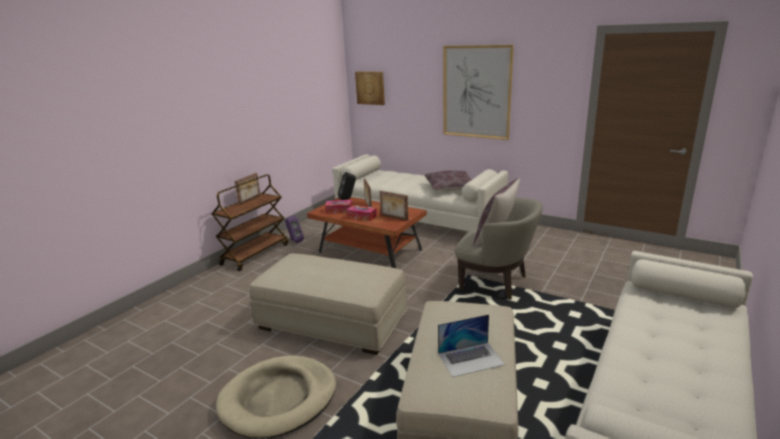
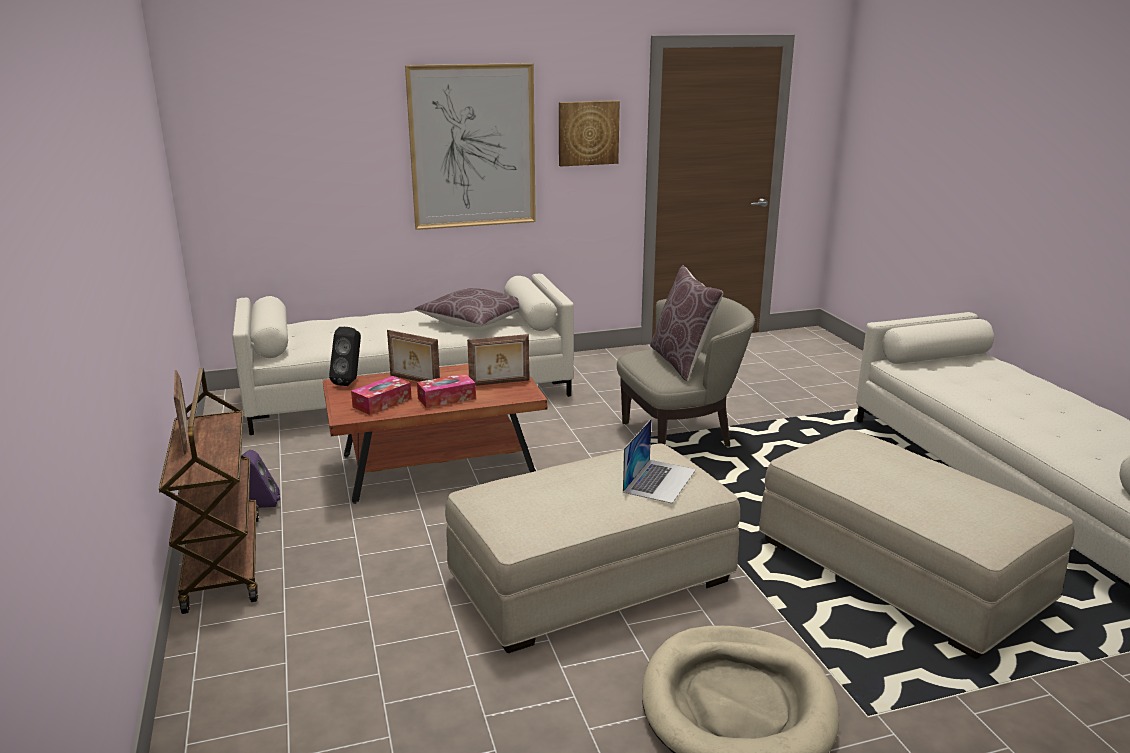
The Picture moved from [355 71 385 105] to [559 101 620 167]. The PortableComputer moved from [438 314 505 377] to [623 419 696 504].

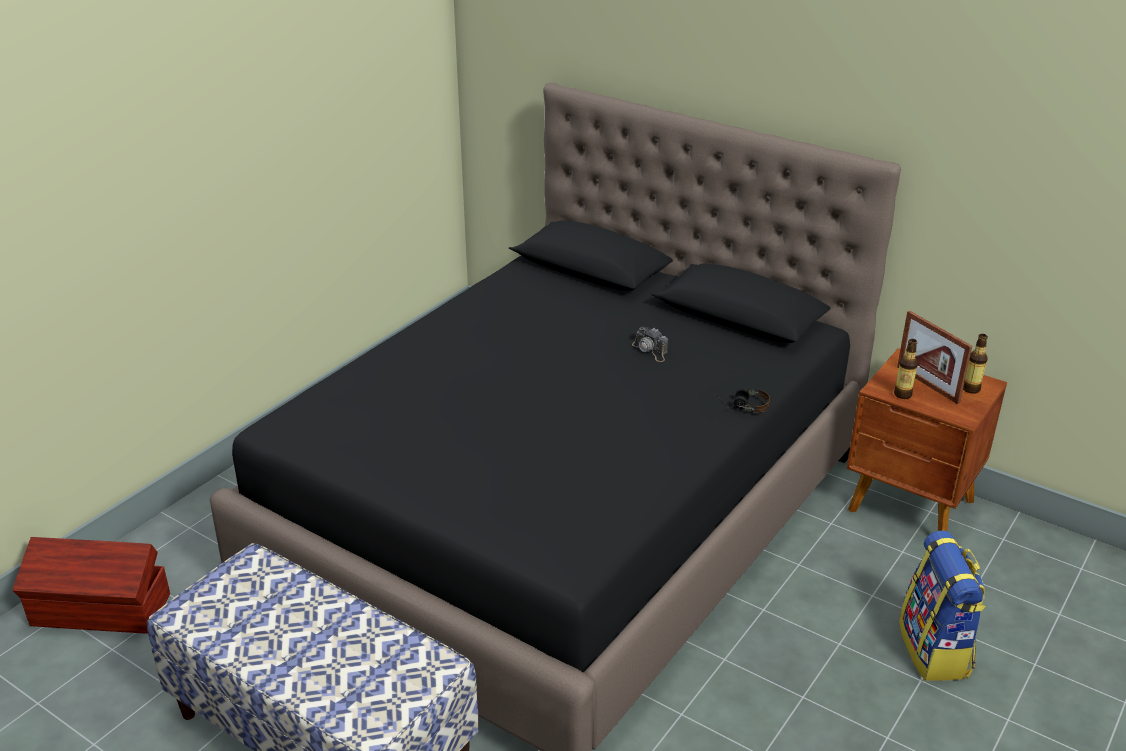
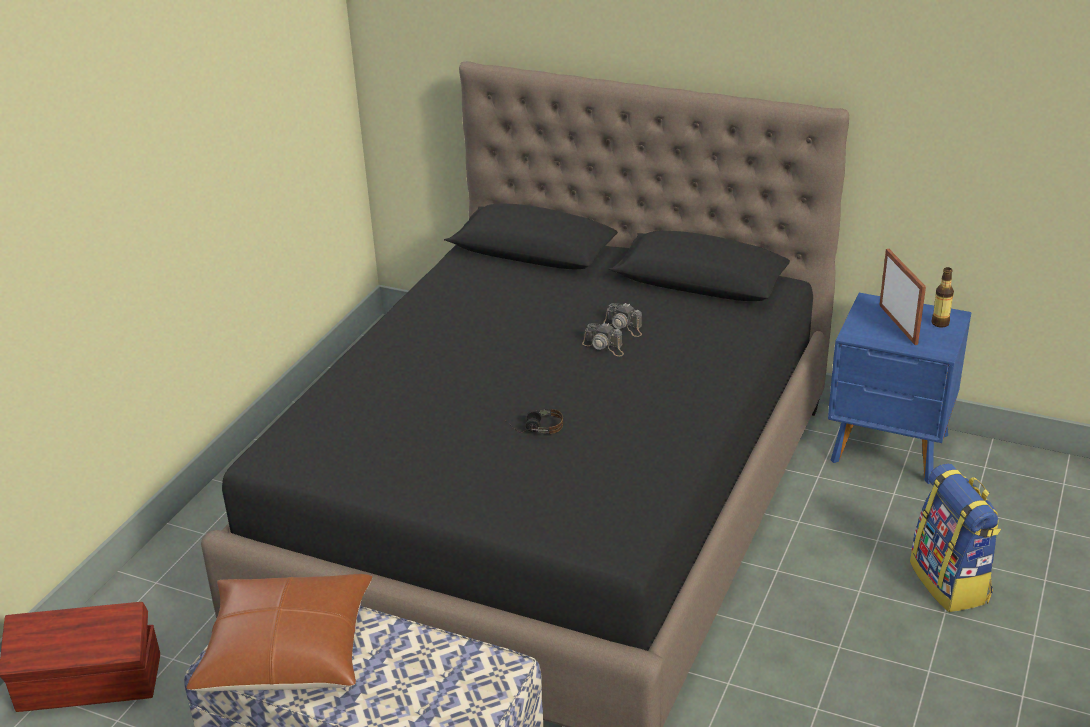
The BrownPillow at [186 574 372 692] appeared. The PairOfHeadphones moved from [715 389 770 413] to [506 409 563 434]. The PhotoCamera at [582 322 624 356] appeared. The BrownBedsideTable at [847 348 1007 531] became the BlueColouredBedsideTable at [828 293 971 484]. The PictureFrame at [897 311 972 404] turned 150 degrees counterclockwise. The Bottle at [894 339 918 399] disappeared.

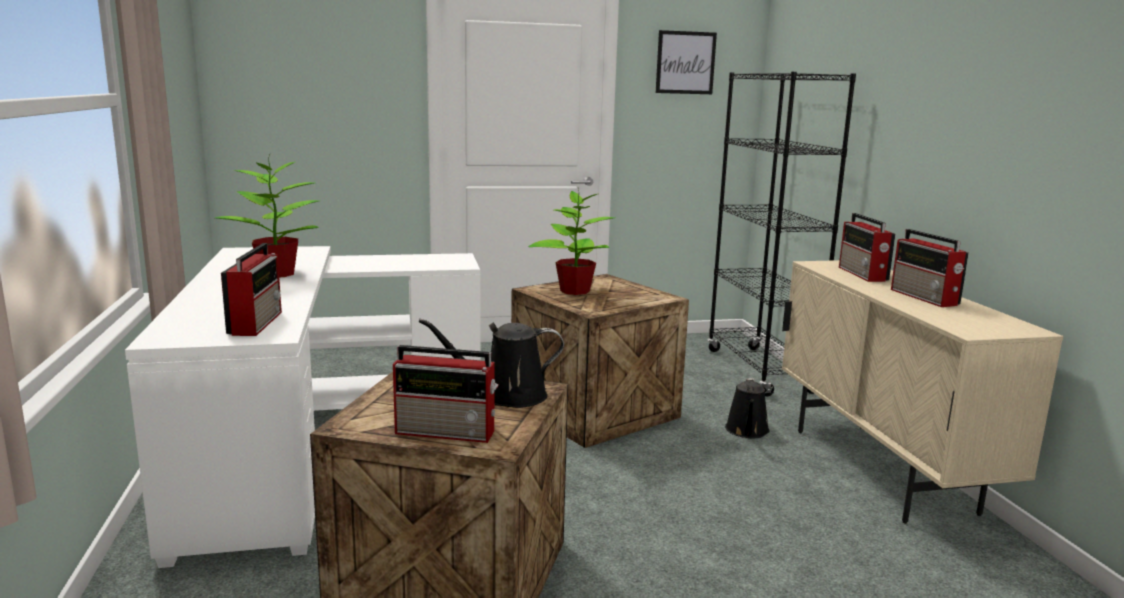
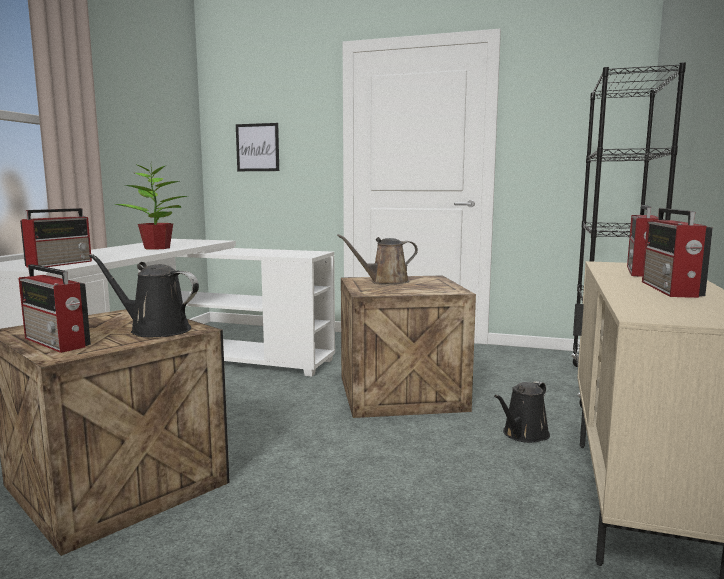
The Picture moved from [656 30 717 94] to [236 123 279 171]. The PottedPlant at [528 188 615 295] was replaced by the BrownSprinklingCan at [337 234 418 284].

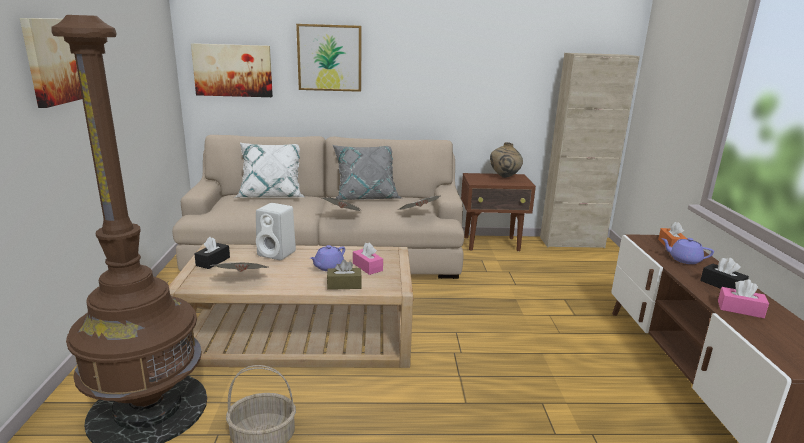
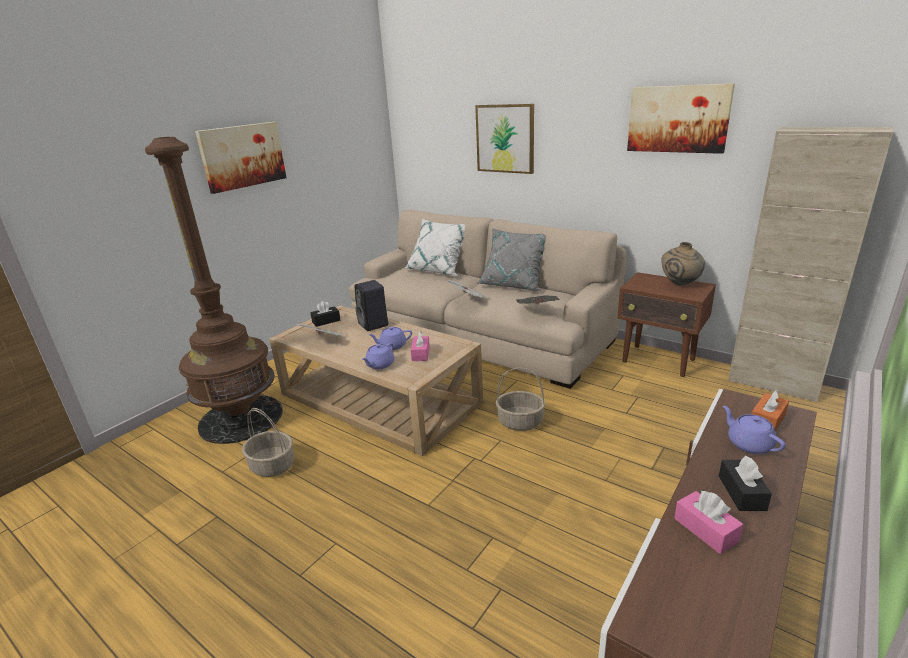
The WhiteLoudspeaker at [256 203 296 260] became the BlackishLoudspeaker at [354 280 388 331]. The BrownTissueBox at [327 260 362 290] was replaced by the PurplishPotForTea at [362 343 394 369]. The HouseholdBasket at [496 368 545 431] appeared. The Picture moved from [191 43 273 97] to [627 83 735 154].

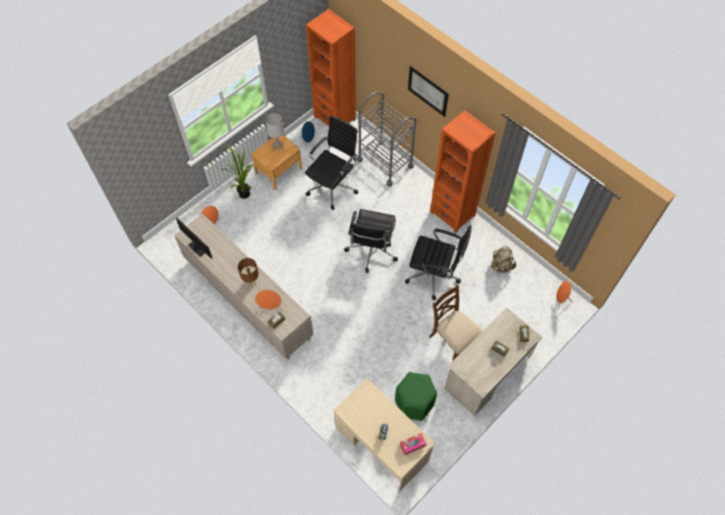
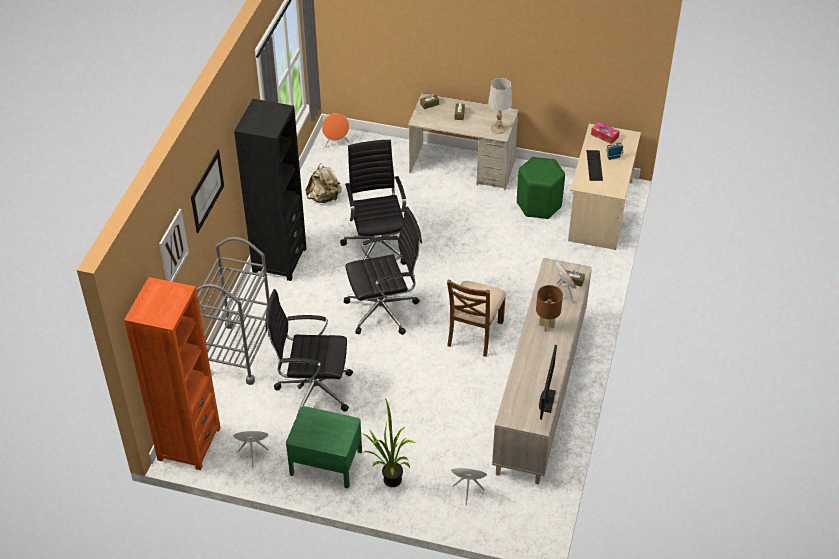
The Picture at [159 209 189 282] appeared. The OrangeColouredBookcase at [430 110 496 233] became the BlackishBookcase at [234 99 306 281]. The BrownBedsideTable at [252 135 302 190] became the GreenColouredBedsideTable at [286 406 362 488]. The BrownChair moved from [429 285 482 361] to [447 280 506 357]. The WhiteTabletopLamp moved from [266 113 284 151] to [488 78 512 134]. The ComputerKeyboard at [587 150 603 181] appeared.

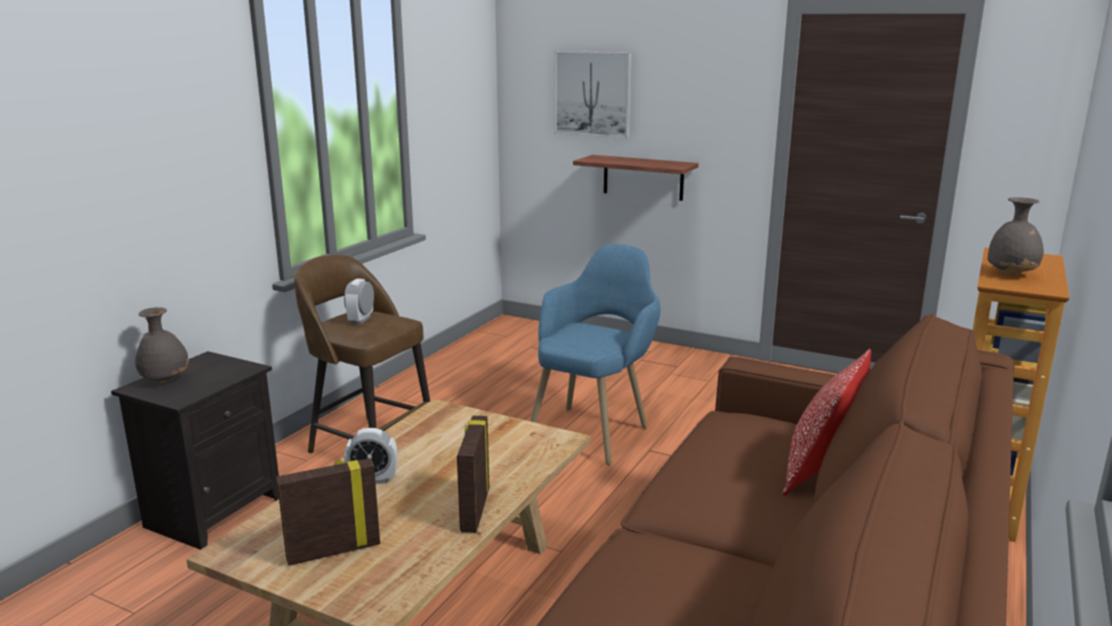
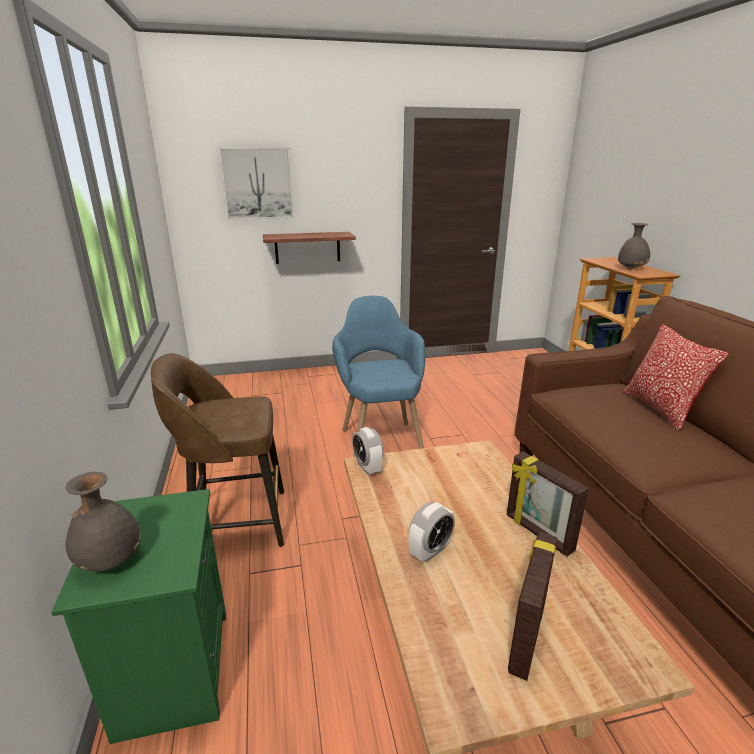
The BlackishBedsideTable at [111 351 279 550] became the GreenColouredBedsideTable at [51 489 226 744]. The AlarmClock moved from [344 279 374 324] to [352 427 384 475].

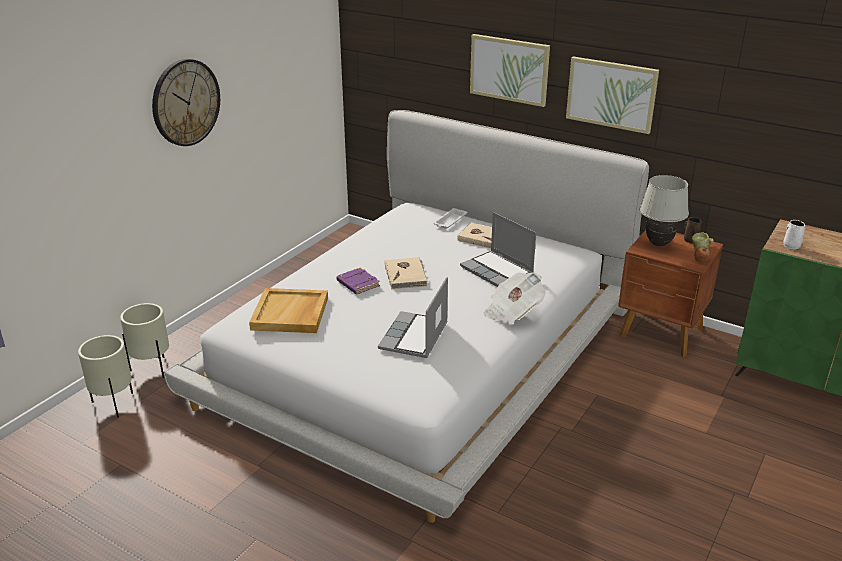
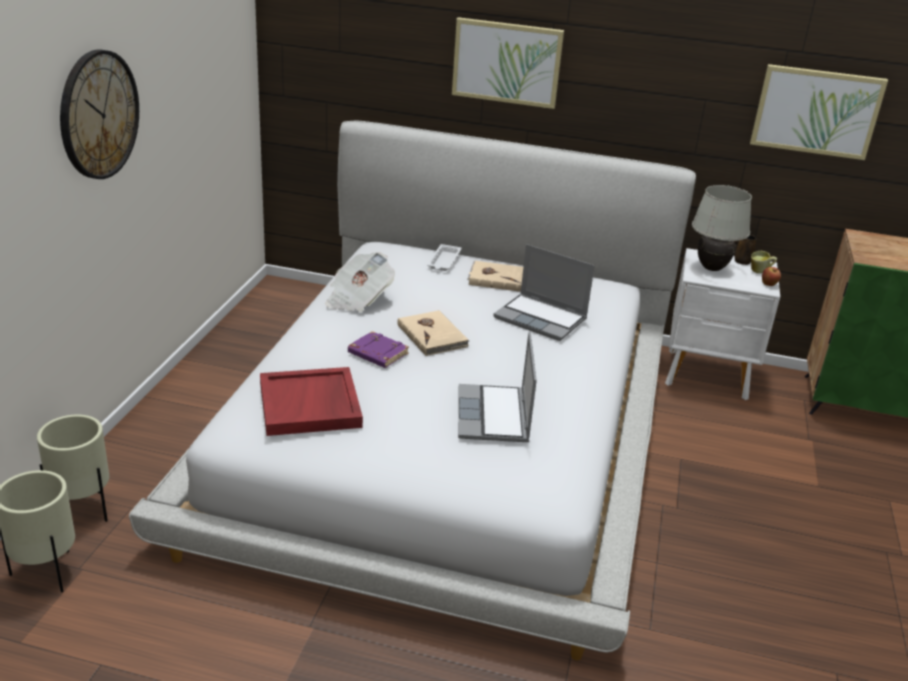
The BeigeColouredTray at [249 288 328 333] became the RedTray at [260 367 363 436]. The DailyPaper moved from [484 272 546 324] to [325 252 395 312]. The BrownBedsideTable at [618 230 723 357] became the WhiteBedsideTable at [665 248 780 400]. The Picture moved from [566 56 659 134] to [750 64 888 160]. The WhiteTeaMug at [783 220 805 249] disappeared.

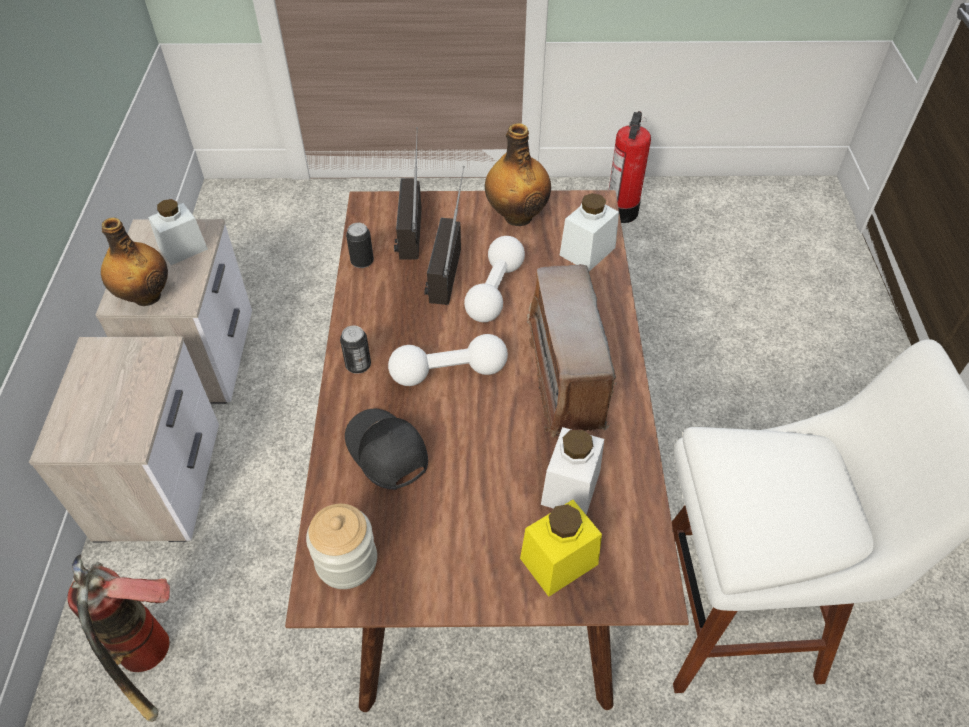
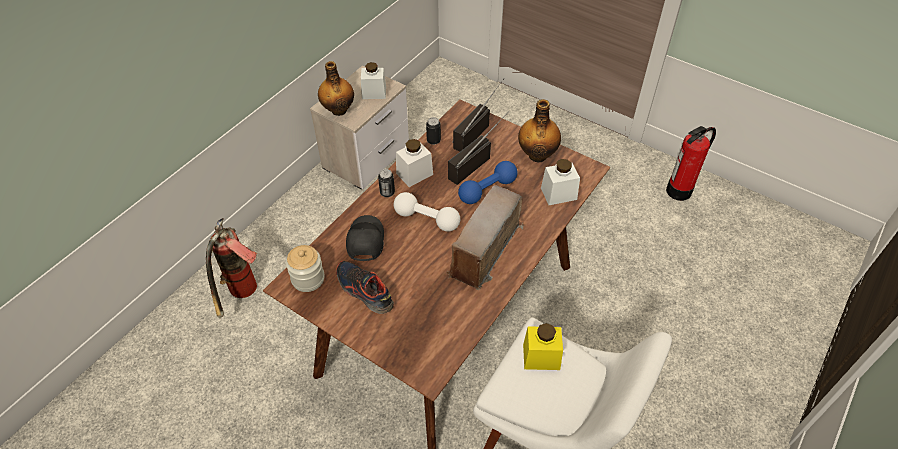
The Shoe at [336 261 394 314] appeared. The WhiteJar moved from [541 427 604 515] to [396 139 433 187]. The WhiteDumbbell at [464 236 525 322] became the BlueColouredDumbbell at [458 161 517 204]. The YellowColouredJar moved from [520 500 602 597] to [523 323 563 370]. The BedsideTable at [29 336 219 542] disappeared.

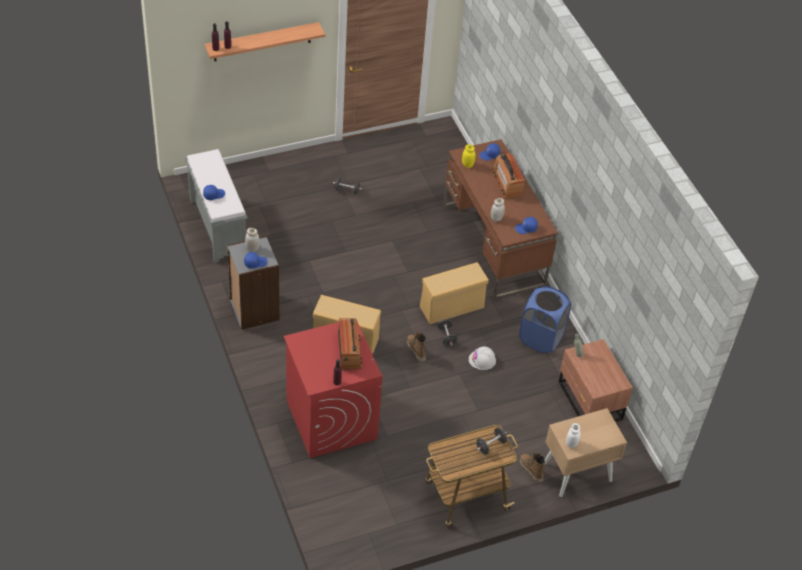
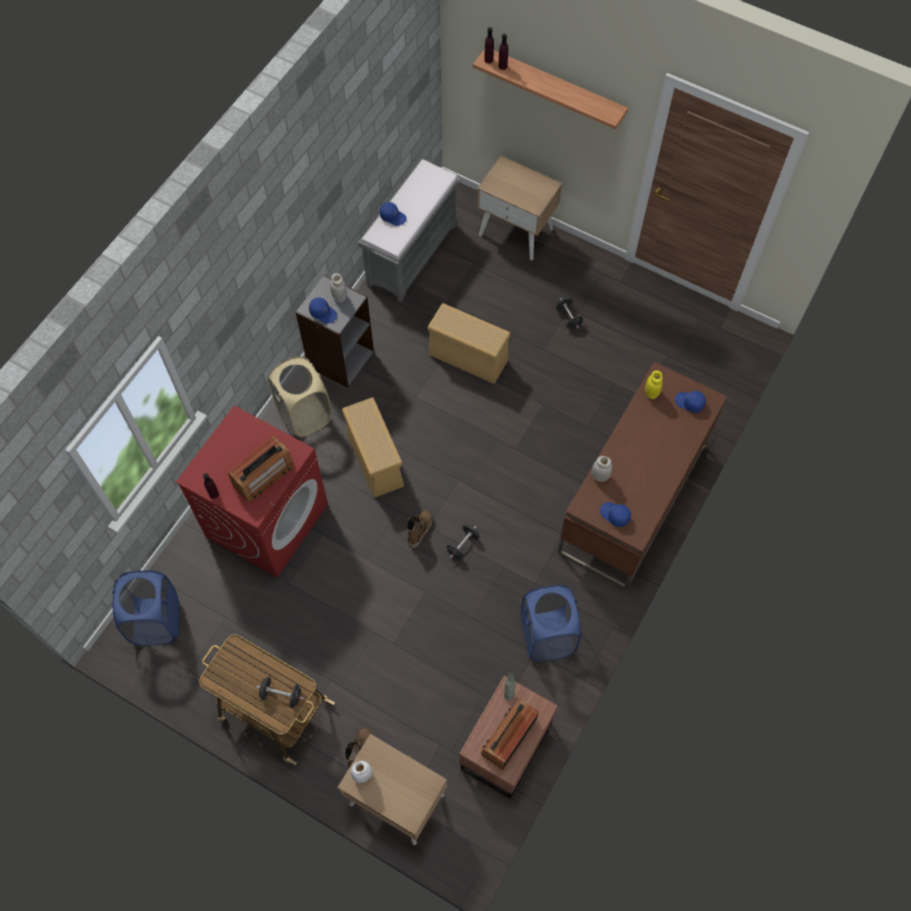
The BlueColouredWashingBasket at [112 571 179 646] appeared. The BeigeColouredWashingBasket at [268 356 332 437] appeared. The BeigeColouredStorageBox moved from [420 262 489 324] to [428 303 510 384]. The BeigeColouredBedsideTable at [477 156 562 260] appeared. The RadioReceiver moved from [492 153 525 198] to [481 699 539 770]. The WhiteWorkHelmet at [469 347 496 370] disappeared.

